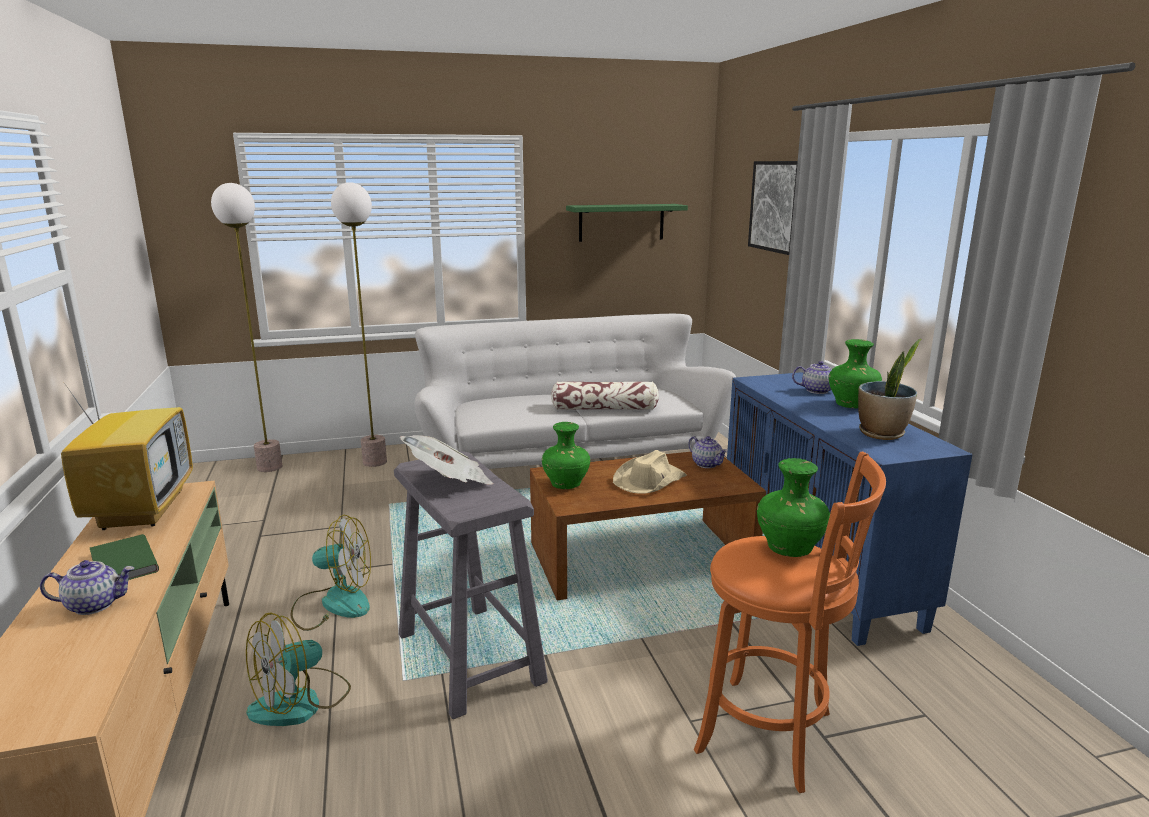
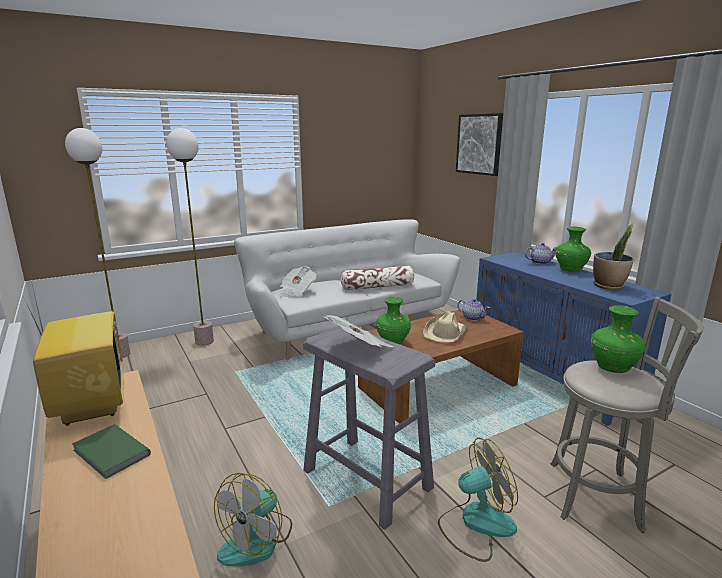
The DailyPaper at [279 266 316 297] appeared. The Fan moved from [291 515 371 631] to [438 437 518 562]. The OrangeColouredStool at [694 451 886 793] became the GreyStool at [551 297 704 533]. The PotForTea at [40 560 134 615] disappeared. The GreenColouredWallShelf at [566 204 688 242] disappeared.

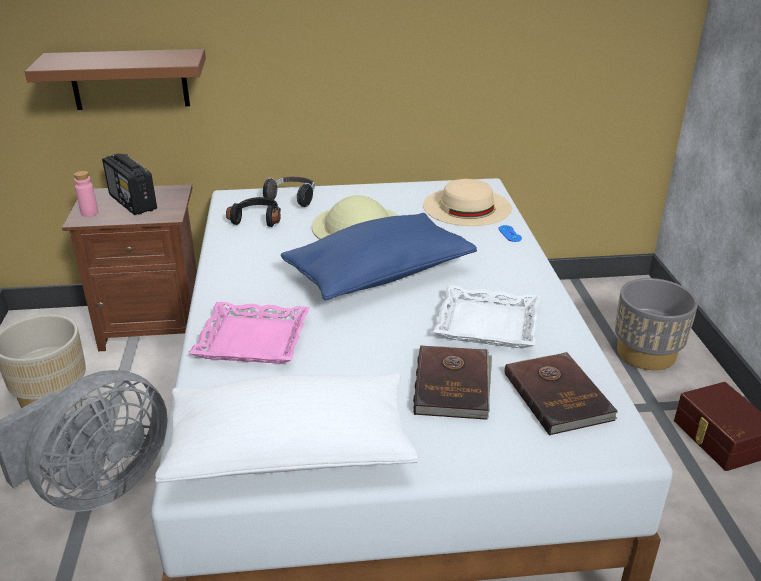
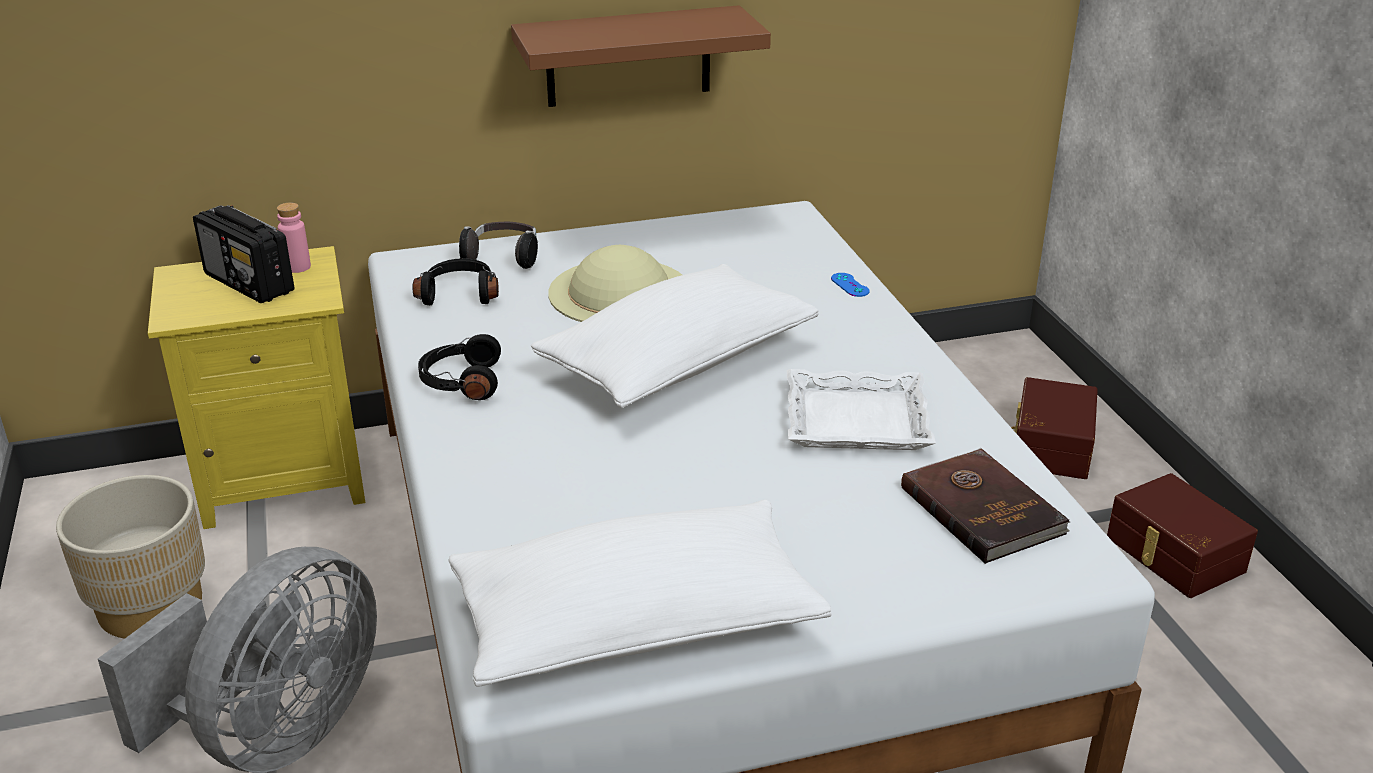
The BrownBedsideTable at [62 184 197 352] became the YellowColouredBedsideTable at [148 246 365 529]. The PinkColouredBottle moved from [74 171 98 217] to [277 202 311 273]. The BlackishPairOfHeadphones at [418 334 501 400] appeared. The BrownWallShelf moved from [25 49 206 110] to [511 5 771 107]. The BlueColouredPillow at [281 213 477 300] became the WhitePillow at [531 264 818 408]. The GreyFlowerPot at [615 278 698 370] was replaced by the BrownStorageBox at [1011 377 1098 479]. The PinkColouredTray at [189 302 310 364] disappeared. The BrownBook at [413 345 492 420] disappeared. The BeigeColouredClothingHat at [423 179 512 226] disappeared.

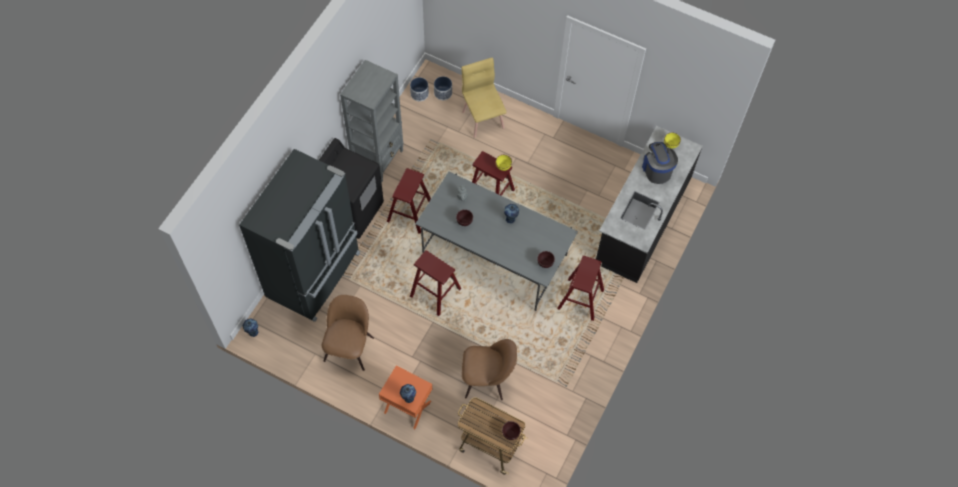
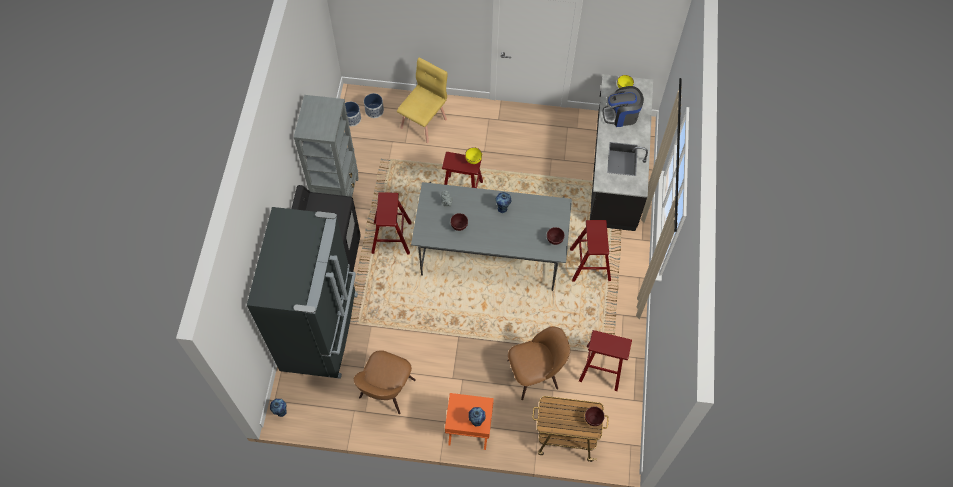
The BrownChair at [322 295 374 371] turned 150 degrees counterclockwise. The YellowColouredChair at [461 58 507 138] turned 75 degrees clockwise. The RedStool moved from [410 250 461 316] to [579 330 632 391]. The CoffeeBrewer at [642 142 678 184] turned 60 degrees counterclockwise.

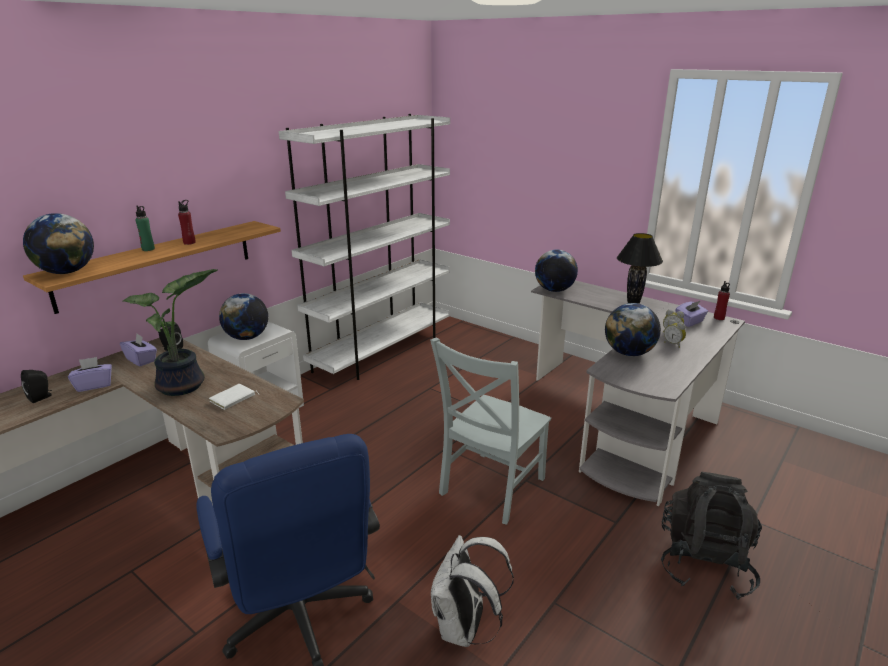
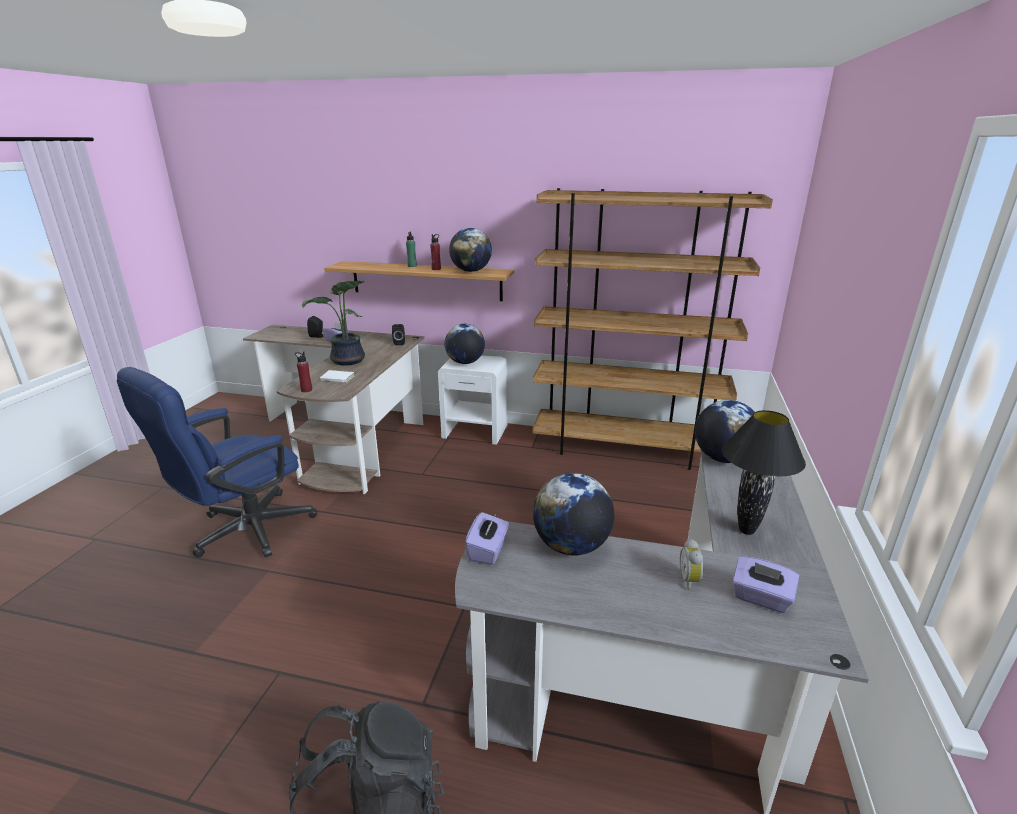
The RedBottle moved from [714 281 730 320] to [295 352 312 392]. The WorldGlobe moved from [23 213 94 274] to [449 228 492 272]. The PurplishTissueBox moved from [120 334 157 366] to [465 512 509 565]. The WhiteBookcase at [279 114 450 380] became the BrownBookcase at [532 188 773 470]. The GreyChair at [430 338 551 525] disappeared. The WhiteKnapsack at [431 535 514 647] disappeared. The AlarmClock at [664 319 686 348] disappeared.

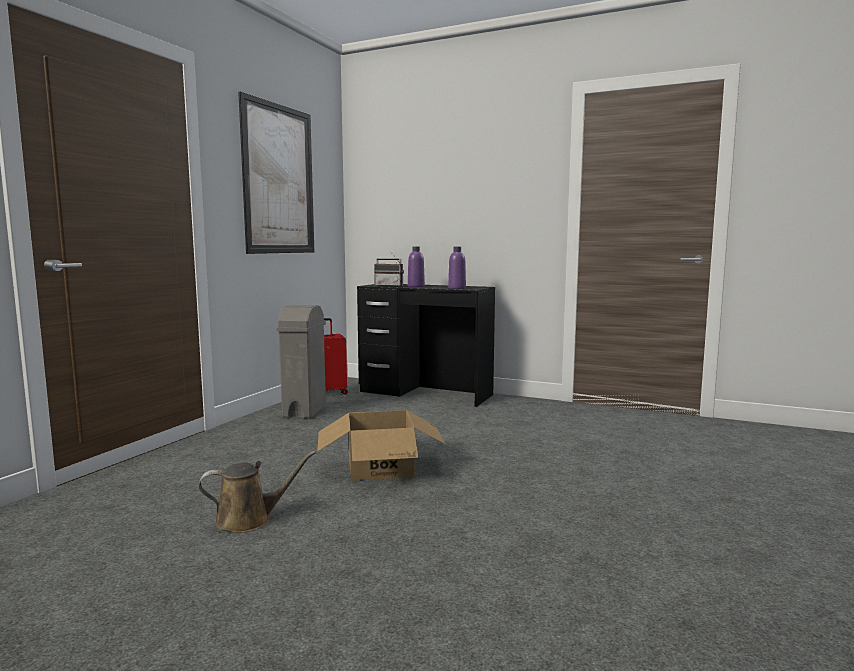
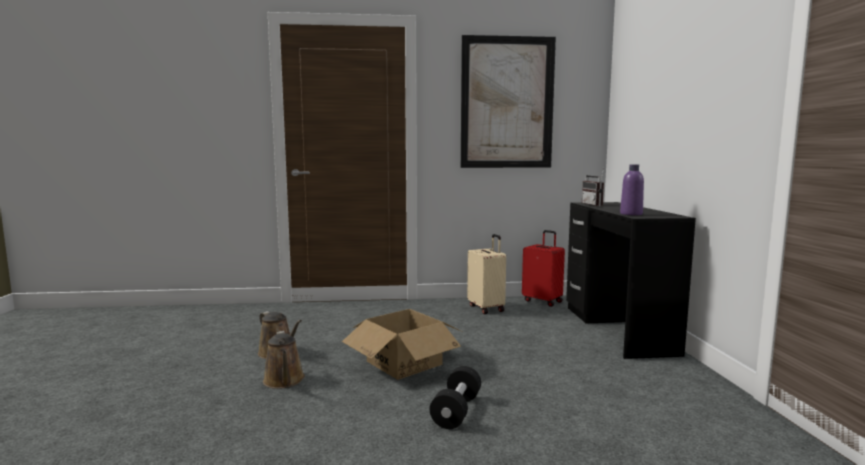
The BrownSprinklingCan at [263 331 305 389] appeared. The BlackishDumbbell at [430 366 481 429] appeared. The GreyWasteBin at [276 305 326 419] was replaced by the BeigeColouredPieceOfLuggage at [467 234 506 314]. The PurplishBottle at [408 247 425 287] disappeared.

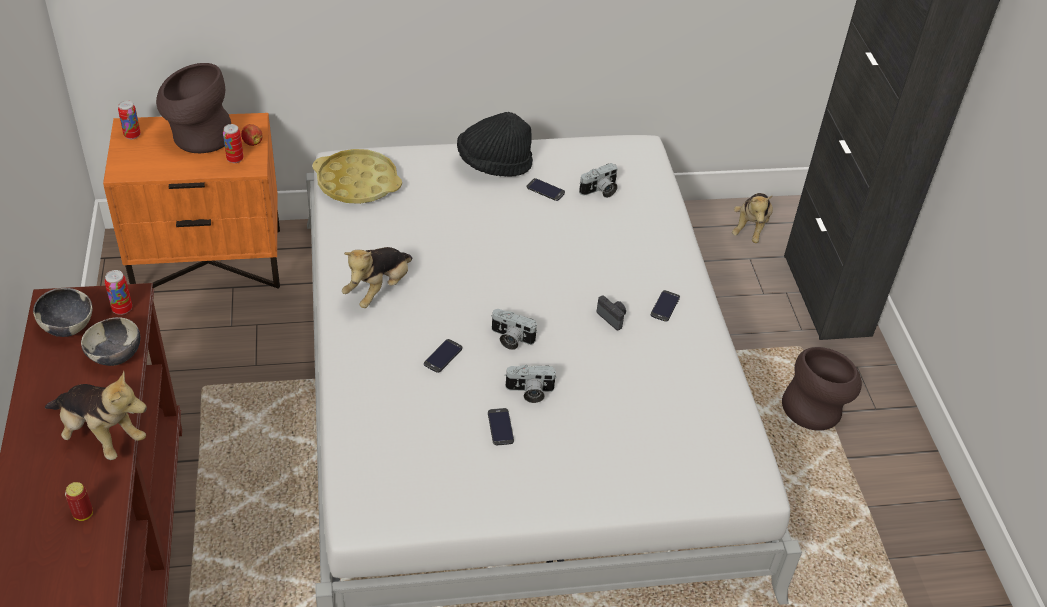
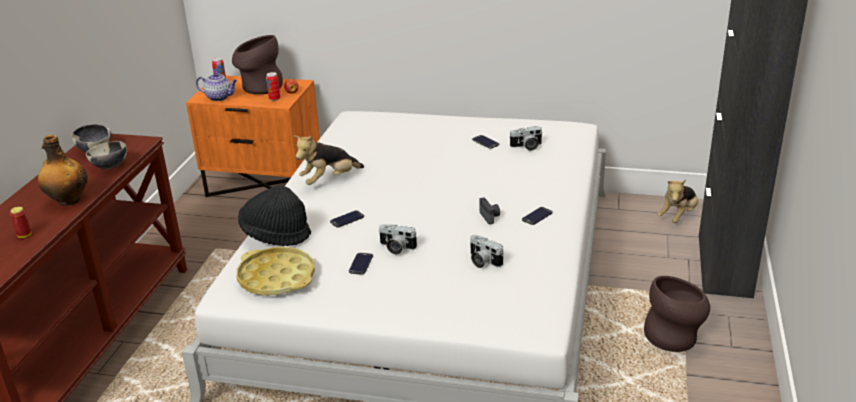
The PlushToy at [45 370 147 460] was replaced by the Bottle at [38 135 87 206]. The PotForTea at [196 73 237 101] appeared. The YellowColouredTray moved from [312 149 402 204] to [236 247 315 296]. The BlackishClothingHat moved from [457 112 533 177] to [238 185 311 246]. The PhotoCamera moved from [491 309 538 350] to [470 235 503 268]. The SealedCan at [105 270 132 315] disappeared.

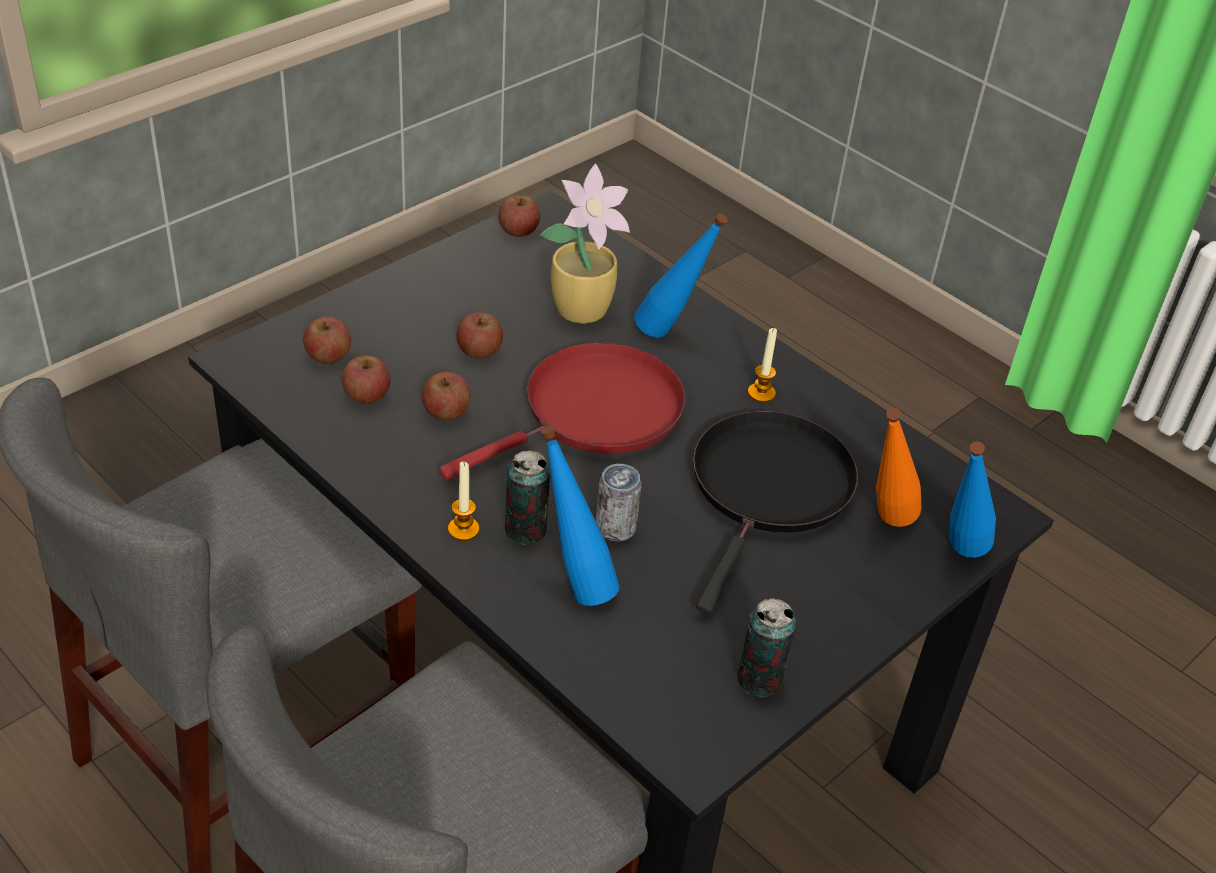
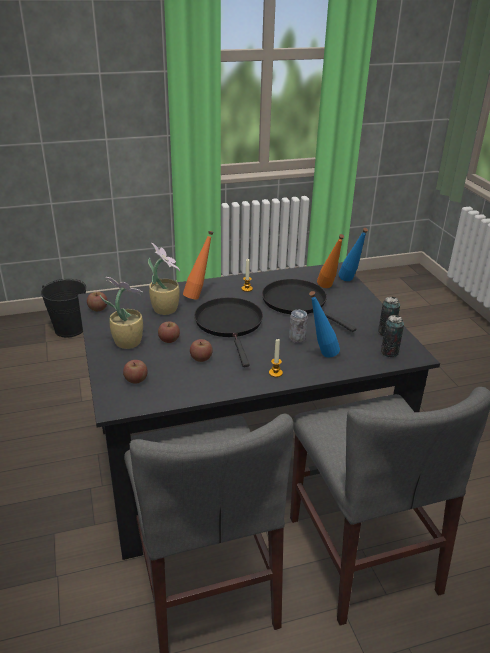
The BlackishWaterBucket at [41 279 86 338] appeared. The PottedPlant at [100 277 143 349] appeared. The BlueColouredBottle at [634 214 728 338] became the OrangeColouredBottle at [183 231 214 300]. The RedSkillet at [439 342 686 480] became the BlackishSkillet at [194 297 263 367]. The SealedCan moved from [505 451 550 545] to [381 315 404 357]. The AppleFruit at [342 355 391 404] disappeared.

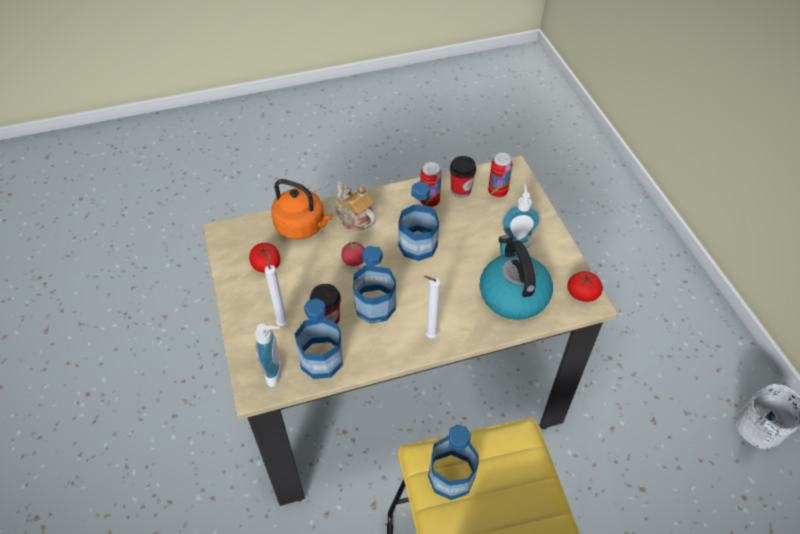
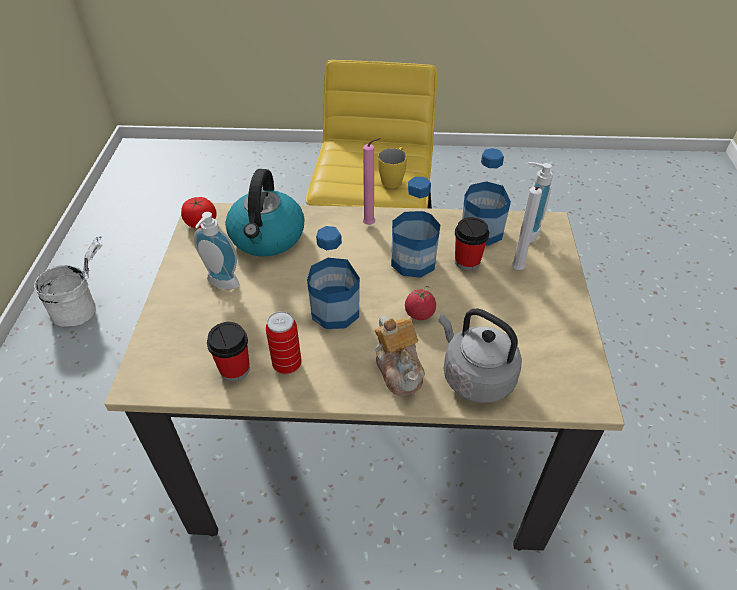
The WhiteCandle at [424 276 441 338] became the PinkColouredCandle at [363 138 381 225]. The Bottle at [428 425 479 500] was replaced by the YellowColouredTeaMug at [378 147 407 188]. The OrangeColouredWaterKettle at [271 179 332 240] became the GreyWaterKettle at [439 309 522 403]. The WholeTomato at [249 243 280 273] disappeared. The SealedCan at [488 153 512 198] disappeared.

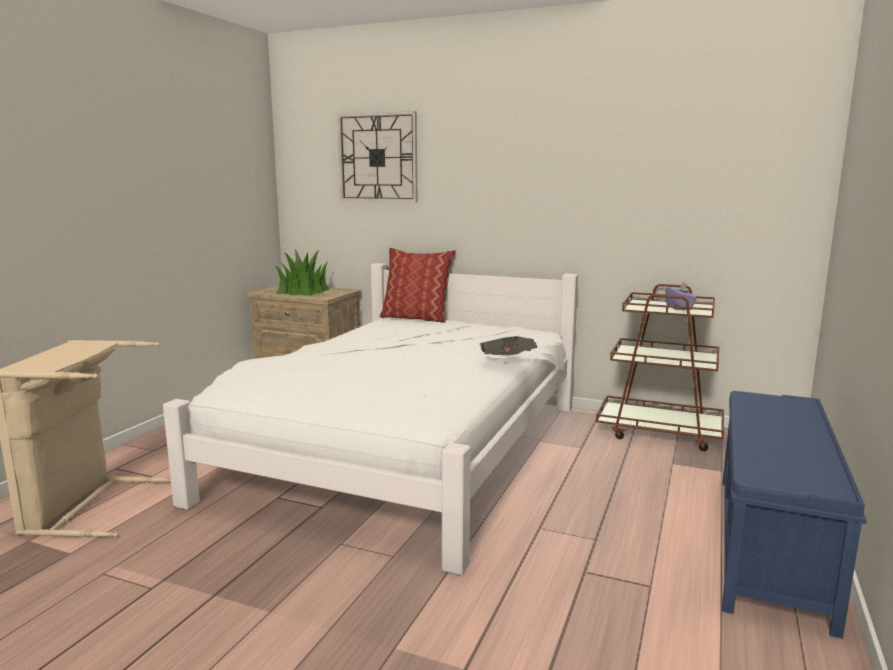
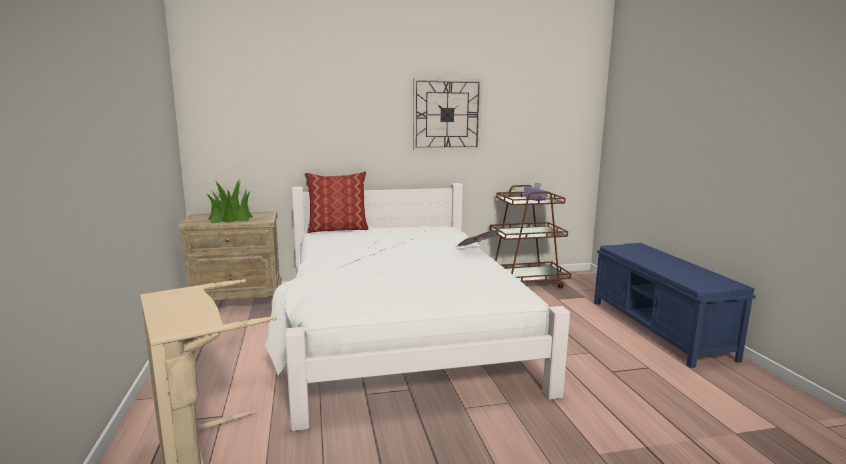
The WallClock moved from [337 111 417 203] to [413 78 482 150].

